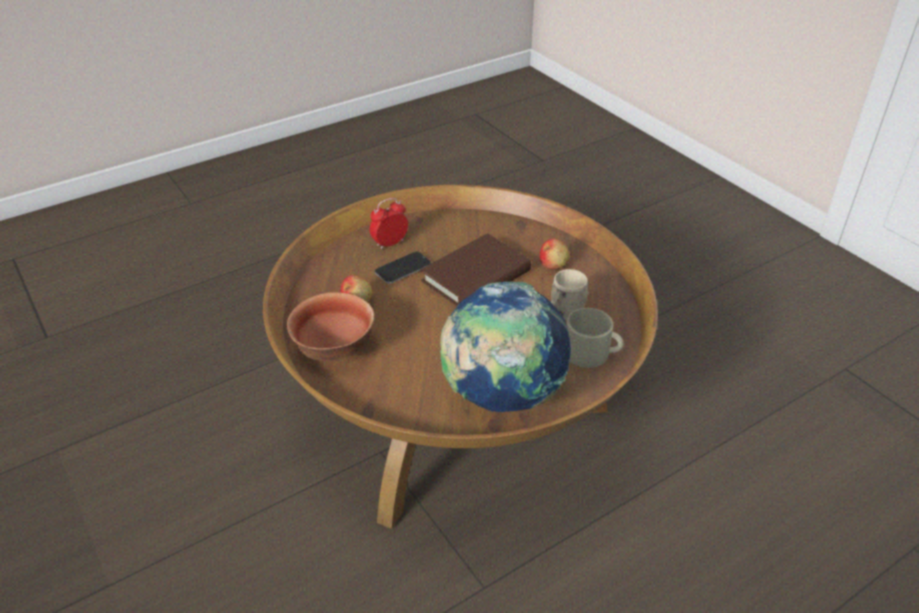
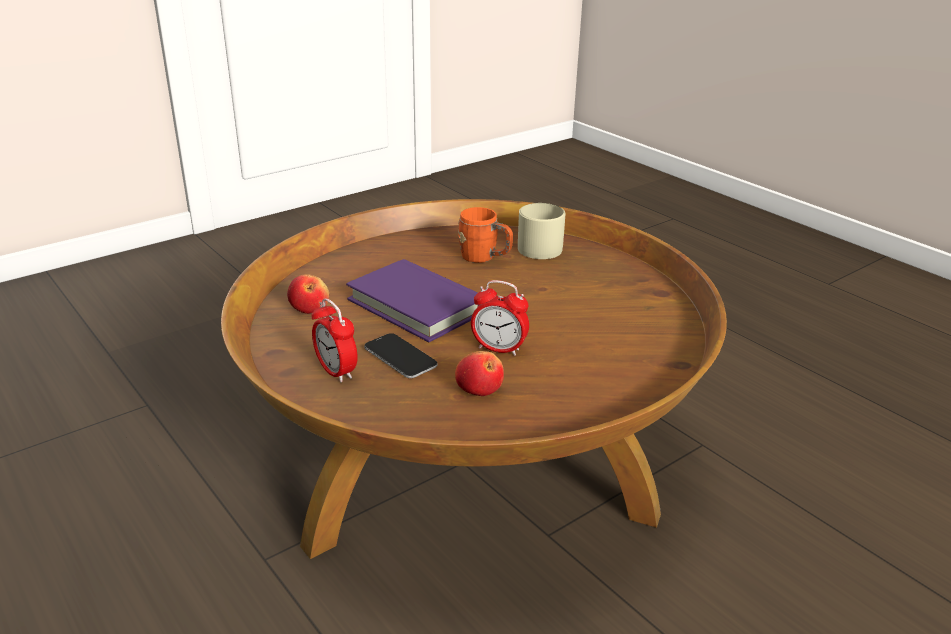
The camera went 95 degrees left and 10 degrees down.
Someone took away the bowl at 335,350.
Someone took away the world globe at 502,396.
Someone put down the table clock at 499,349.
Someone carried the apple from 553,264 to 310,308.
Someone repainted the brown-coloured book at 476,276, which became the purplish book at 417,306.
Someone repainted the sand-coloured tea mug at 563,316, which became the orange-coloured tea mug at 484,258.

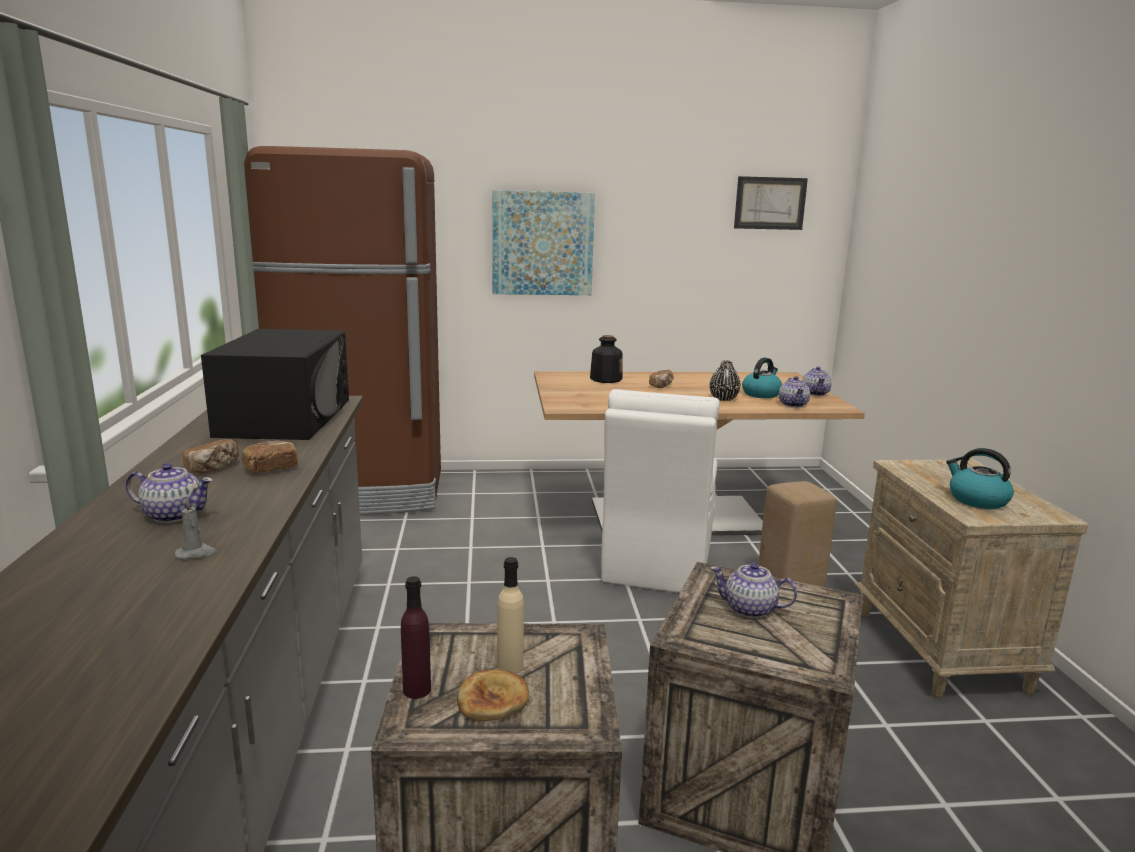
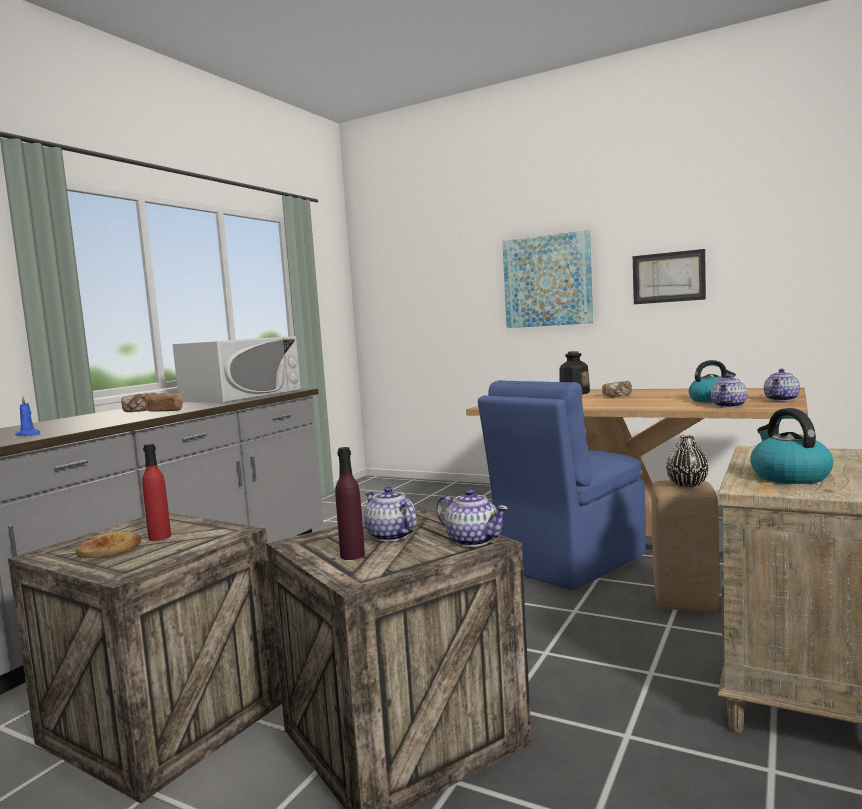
The camera went 35 degrees right and 10 degrees down.
Someone took away the brown-coloured refrigerator at 364,491.
Someone carried the tea pot from 173,515 to 472,540.
Someone carried the purplish drink bottle from 417,690 to 352,555.
Someone carried the blackish flower vase from 723,399 to 687,484.
Someone carried the wall art from 770,203 to 668,277.
Someone repainted the gray wax light at 196,553, which became the blue-coloured wax light at 29,434.
Someone repainted the blackish kitchen microwave at 285,417, which became the white-coloured kitchen microwave at 242,395.
Someone repainted the sand-coloured drink bottle at 510,665, which became the red-coloured drink bottle at 160,537.
Someone repainted the white-coloured chair at 656,563, which became the blue-coloured chair at 568,562.

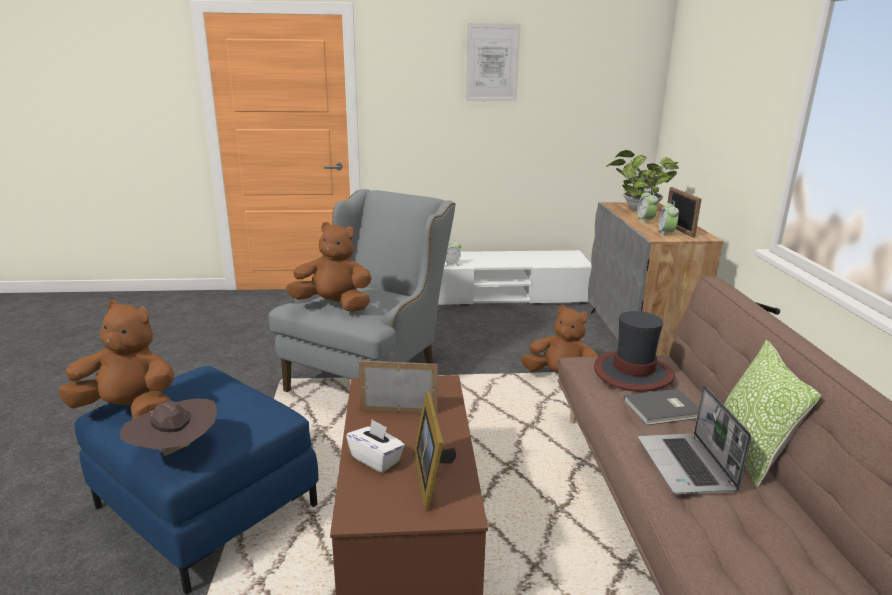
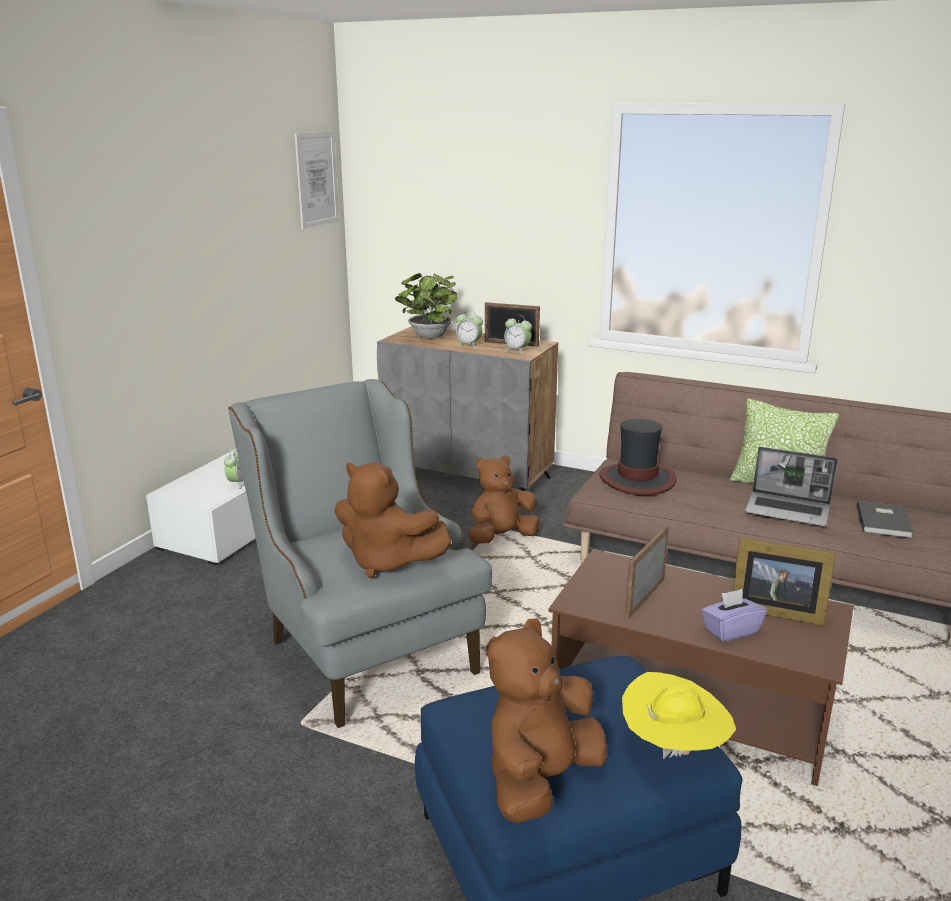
The camera went 60 degrees left and 0 degrees up.
Someone carried the wall art from 492,63 to 317,179.
Someone carried the gray book from 664,409 to 885,521.
Someone repainted the brown-coloured hat at 175,452, which became the yellow-coloured hat at 673,749.
Someone repainted the white-coloured tissue holder at 376,459, which became the purplish tissue holder at 730,630.
Someone rotated the brown-coloured soft toy at 334,305 by 105 degrees counterclockwise.

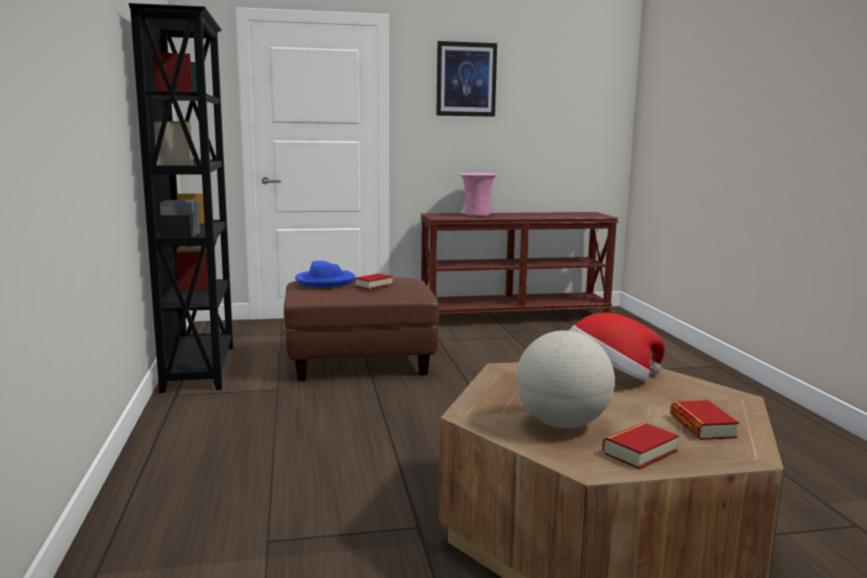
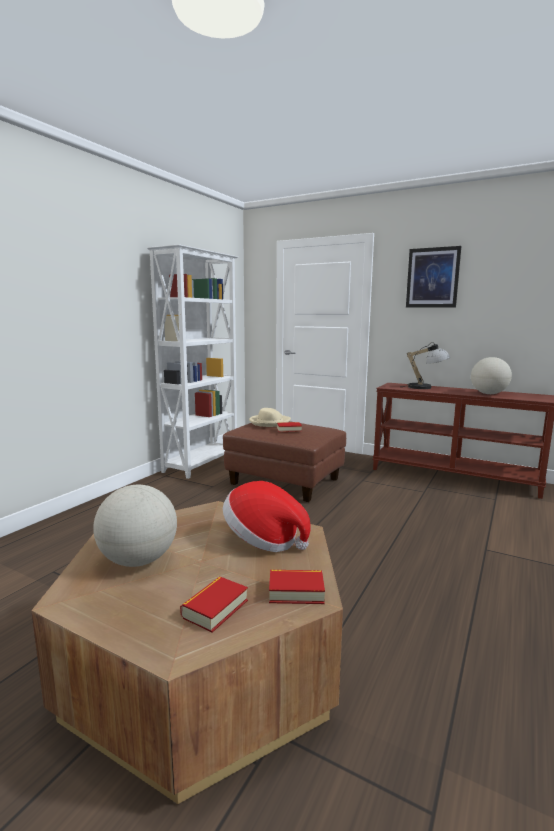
The camera went 40 degrees right and 0 degrees up.
Someone put down the world globe at 488,394.
Someone carried the book from 639,452 to 296,592.
Someone swapped the pink flower vase at 476,215 for the table lamp at 426,387.
Someone repainted the blackish bookcase at 201,368, which became the white-coloured bookcase at 202,463.
Someone repainted the blue-coloured hat at 325,281, which became the sand-coloured hat at 269,422.

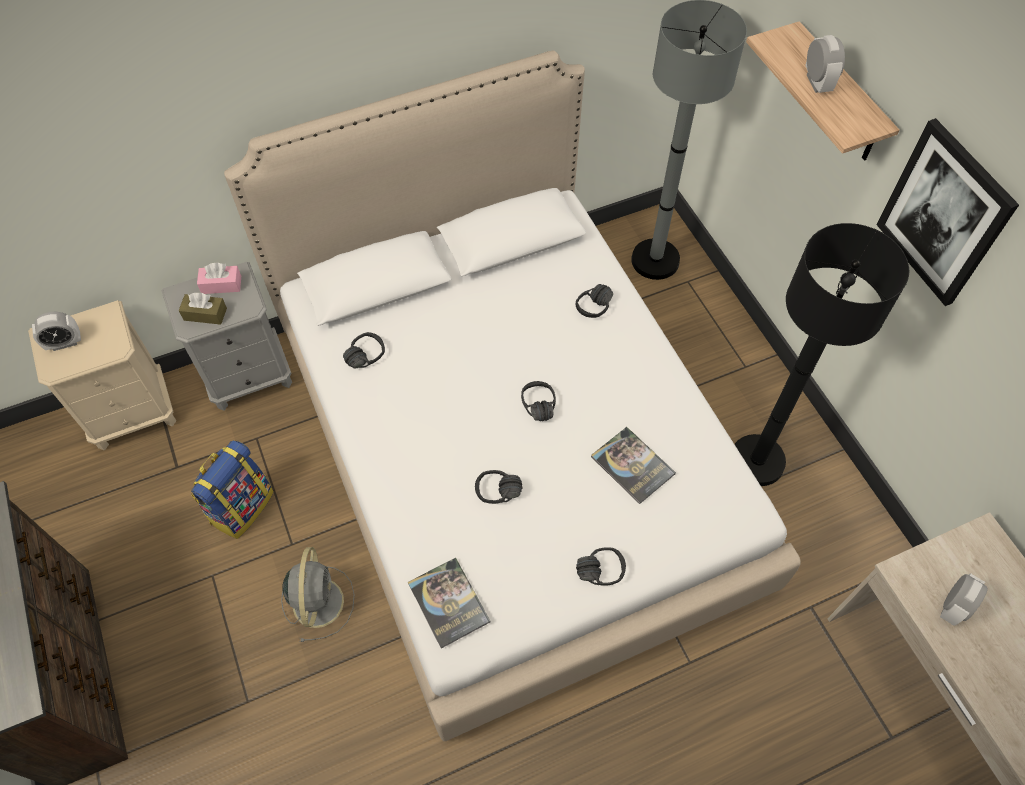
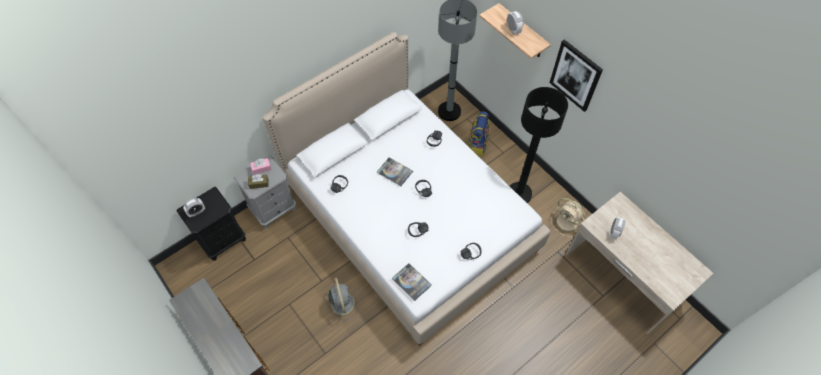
The camera went 15 degrees left and 0 degrees up.
Someone put down the sand-coloured fan at 568,222.
Someone carried the rucksack from 241,506 to 477,144.
Someone carried the book from 632,465 to 394,172.
Someone repainted the sand-coloured night table at 132,413, which became the blackish night table at 223,240.

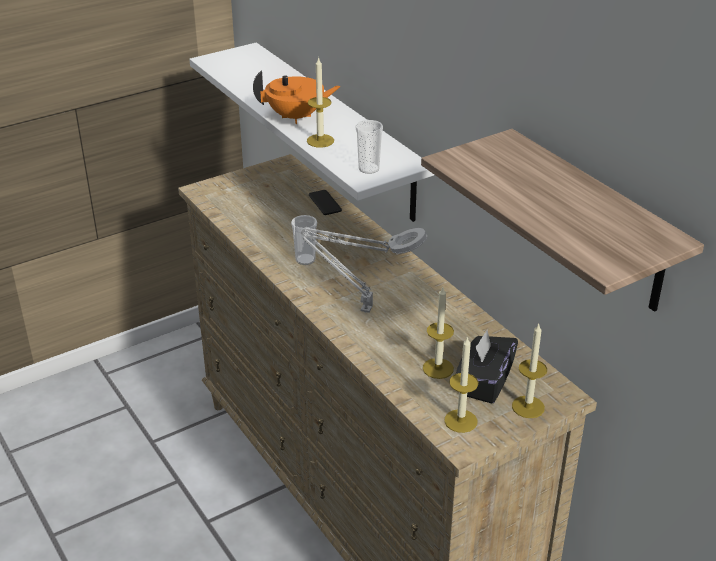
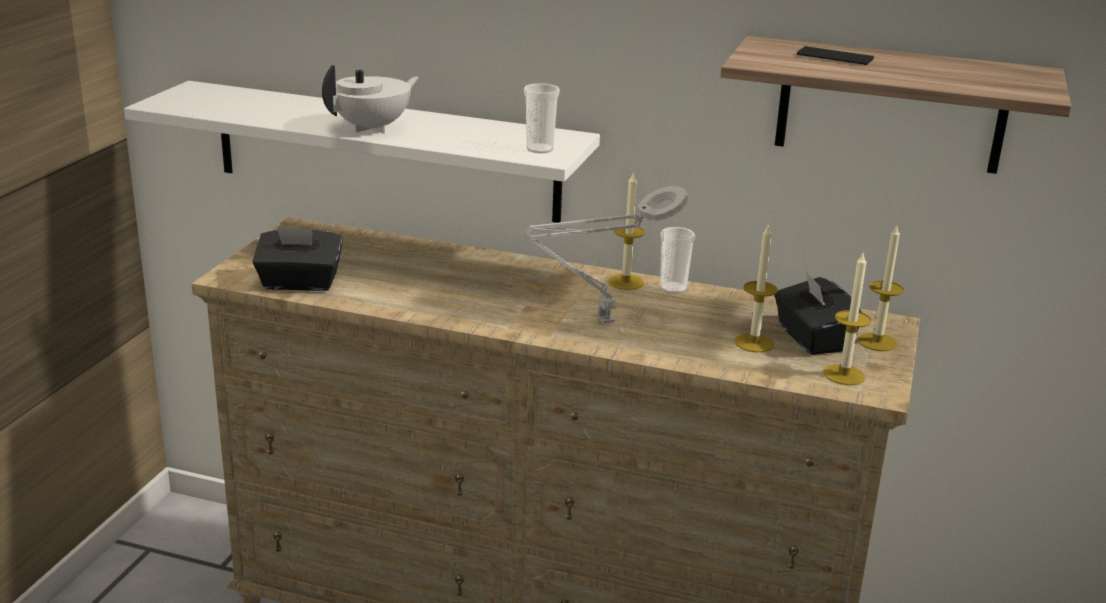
The camera went 40 degrees left and 10 degrees down.
Someone put down the blackish tissue holder at 299,283.
Someone carried the cup from 305,260 to 673,288.
Someone carried the wax light from 320,141 to 626,282.
Someone carried the phone from 325,203 to 834,57.
Someone repainted the orange-coloured tea pot at 296,117, which became the white-coloured tea pot at 373,128.

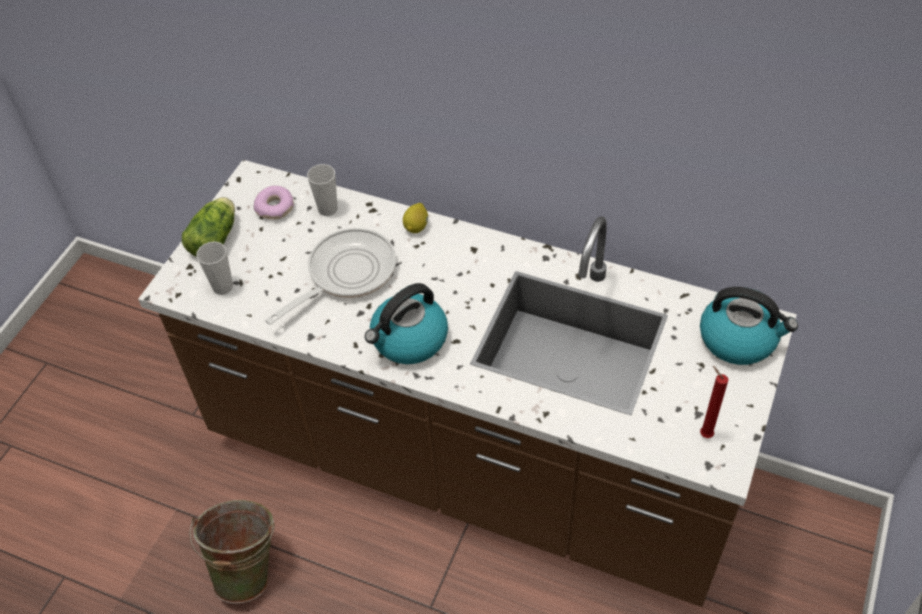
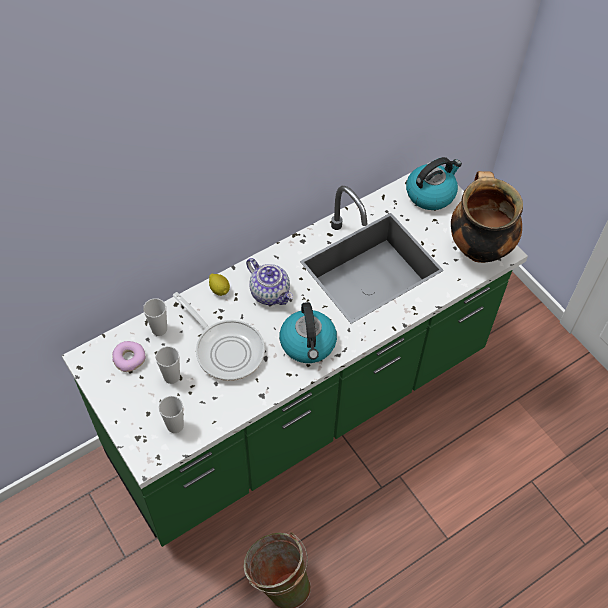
The camera went 60 degrees left and 5 degrees up.
Someone took away the lettuce at 216,237.
Someone put down the cup at 172,377.
Someone put down the tea pot at 270,293.
Someone swapped the red-coloured wax light at 704,434 for the cooking pot at 478,247.
Someone repainted the brown-coloured counter at 469,463, which became the green-coloured counter at 301,407.
Someone rotated the pan at 346,274 by 150 degrees clockwise.

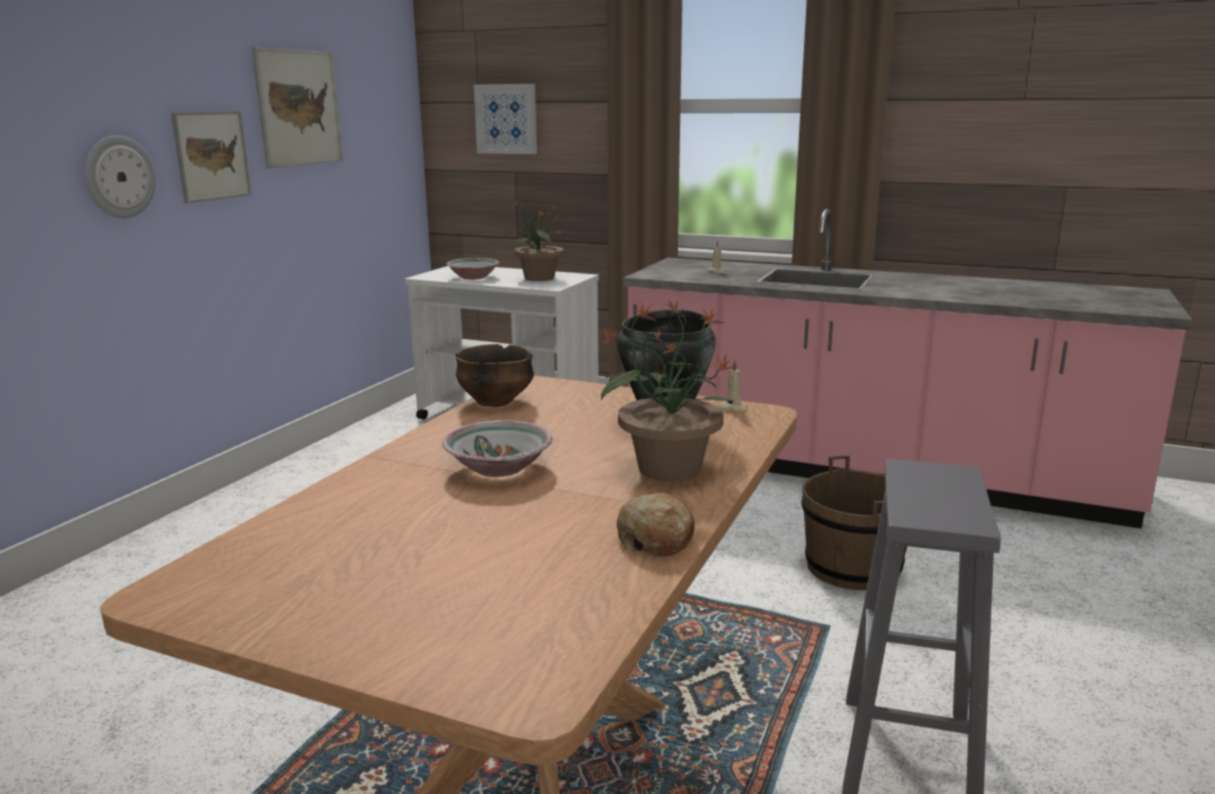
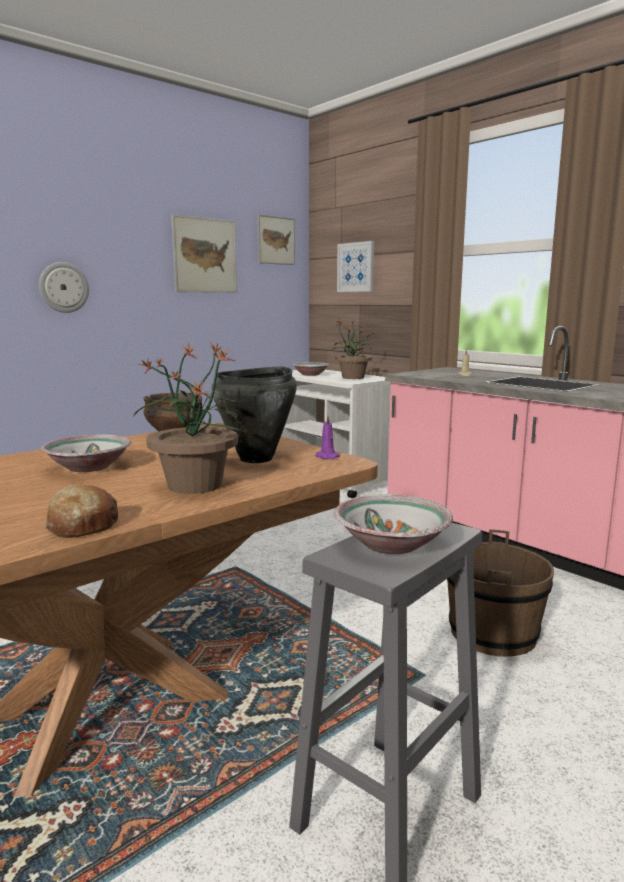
The camera went 25 degrees right and 5 degrees down.
Someone put down the bowl at 392,544.
Someone carried the wall art from 211,155 to 276,240.
Someone repainted the sand-coloured wax light at 731,408, which became the purplish wax light at 326,457.

